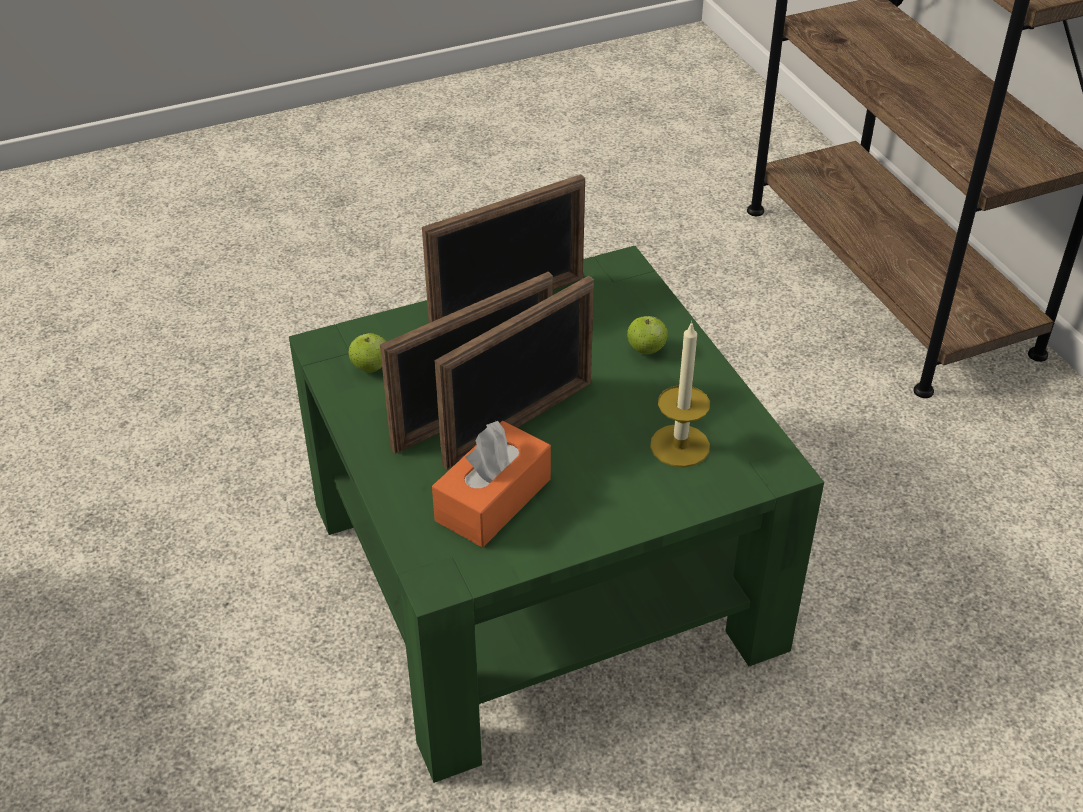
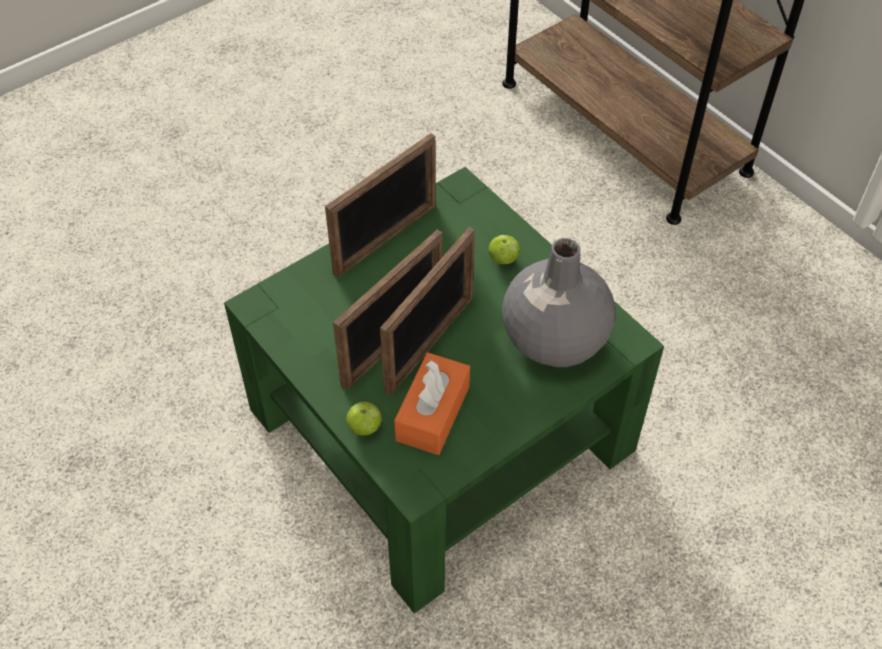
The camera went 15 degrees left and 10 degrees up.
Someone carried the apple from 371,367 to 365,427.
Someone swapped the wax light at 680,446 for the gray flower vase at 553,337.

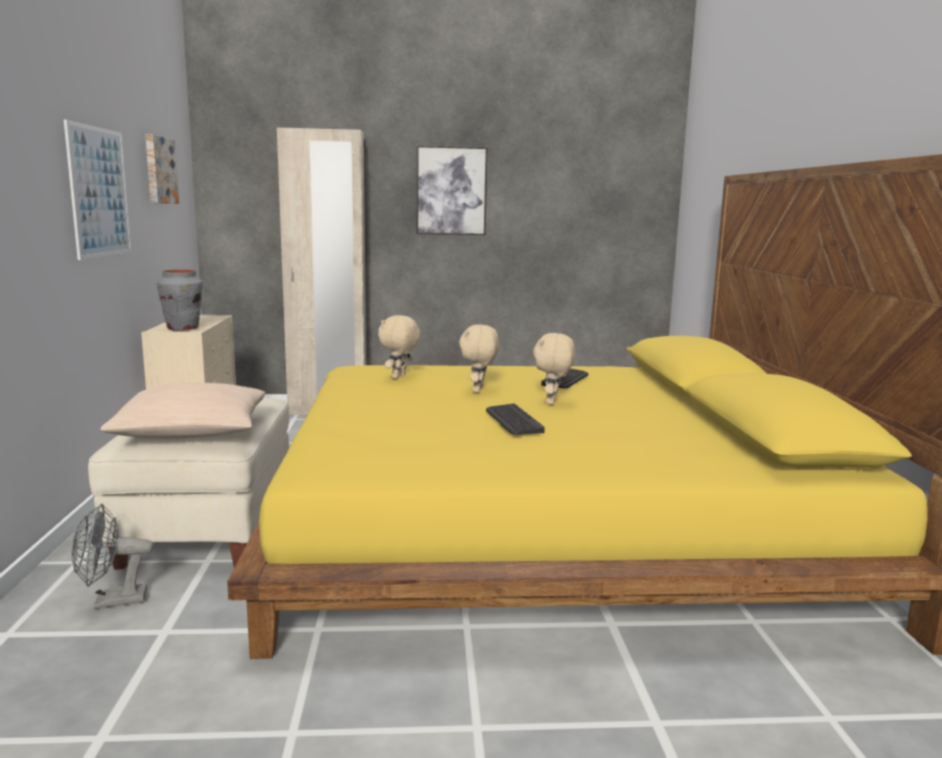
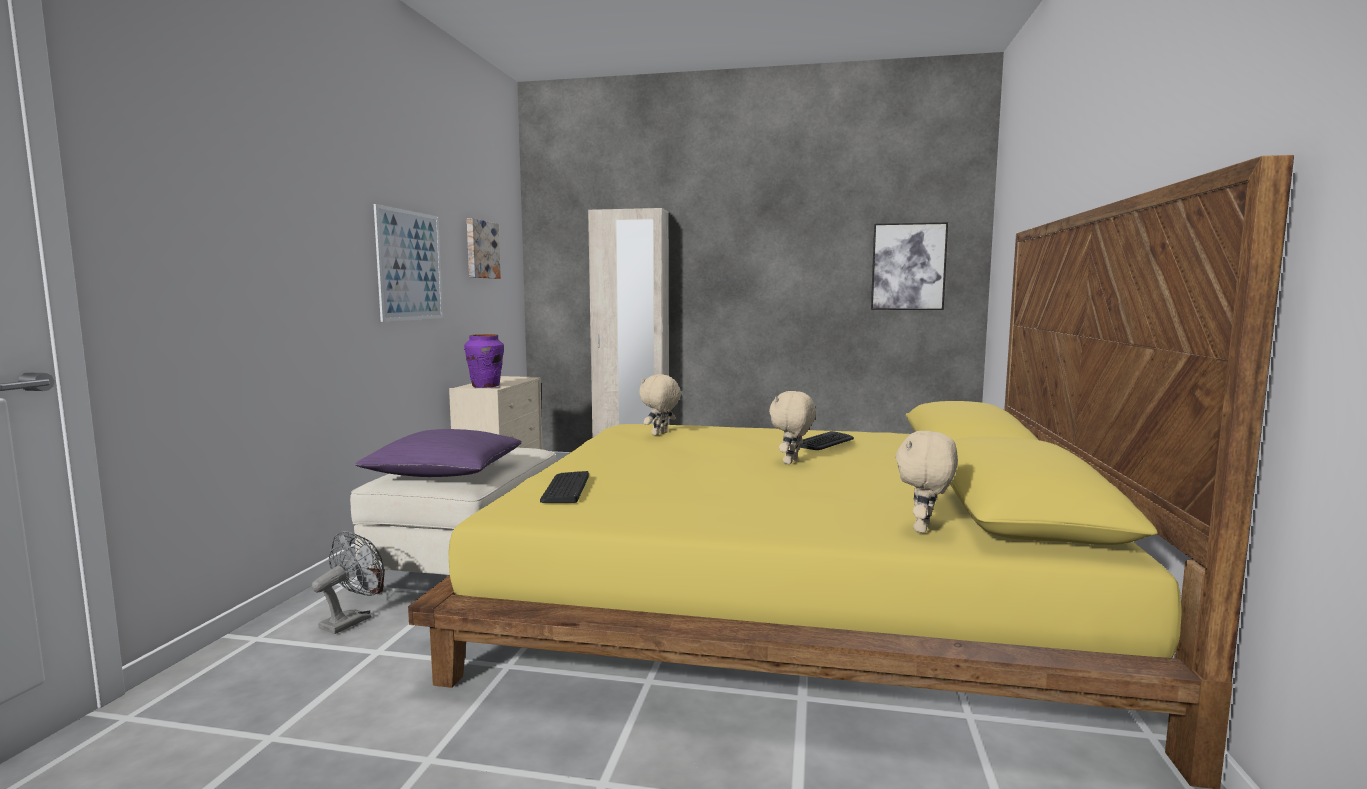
The camera went 15 degrees right and 5 degrees down.
Someone carried the wall art from 451,191 to 908,266.
Someone carried the sand-coloured soft toy from 478,390 to 924,529.
Someone carried the computer keyboard from 513,420 to 565,488.
Someone repainted the sand-coloured cushion at 192,431, which became the purplish cushion at 445,472.
Someone repainted the gray flower vase at 183,328, which became the purplish flower vase at 485,386.
Someone rotated the gray fan at 111,601 by 120 degrees clockwise.

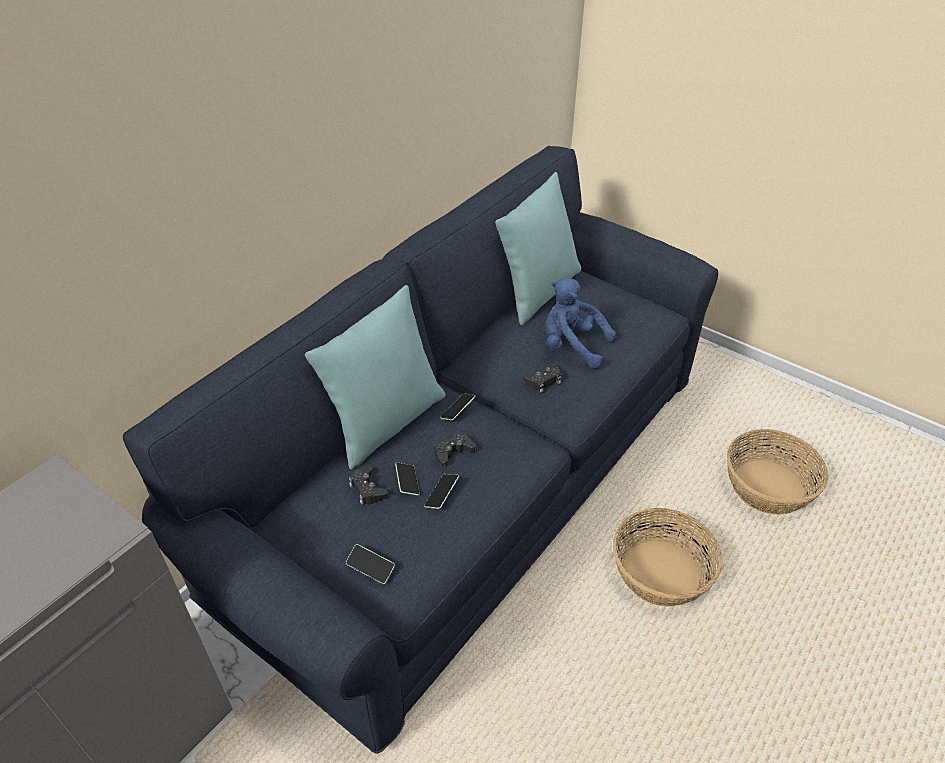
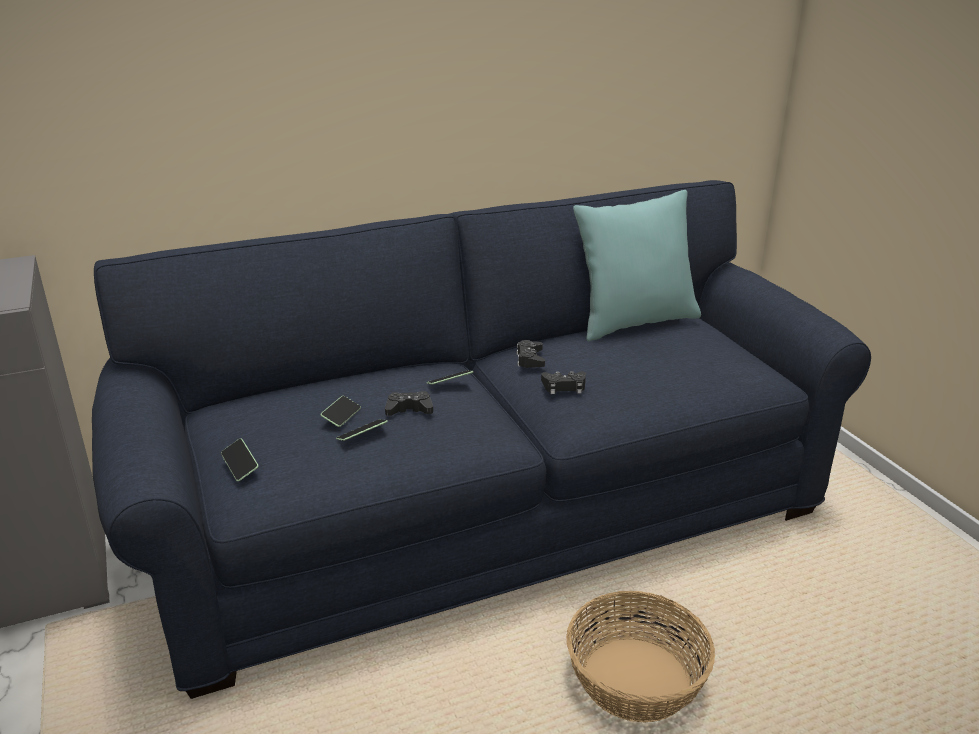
The camera went 30 degrees right and 15 degrees down.
Someone took away the blue-green cushion at 385,423.
Someone took away the blue-coloured soft toy at 572,346.
Someone took away the storage basket at 768,486.
Someone carried the blackish game controller from 367,489 to 530,359.

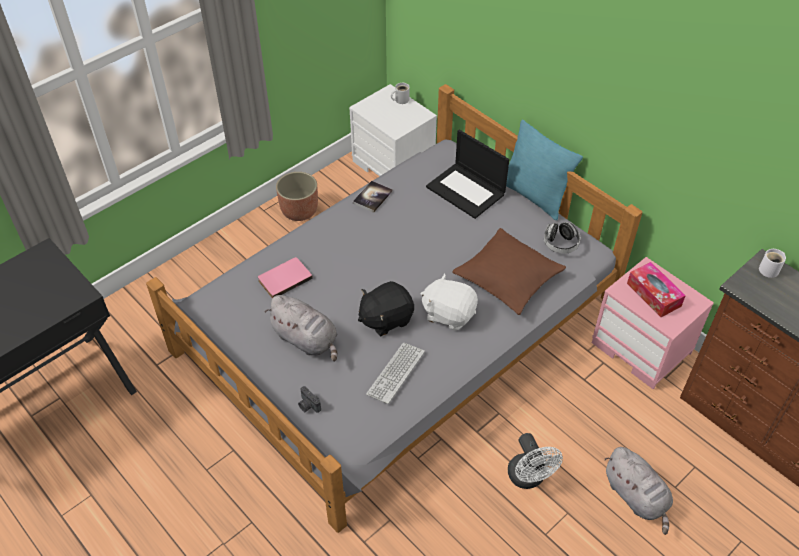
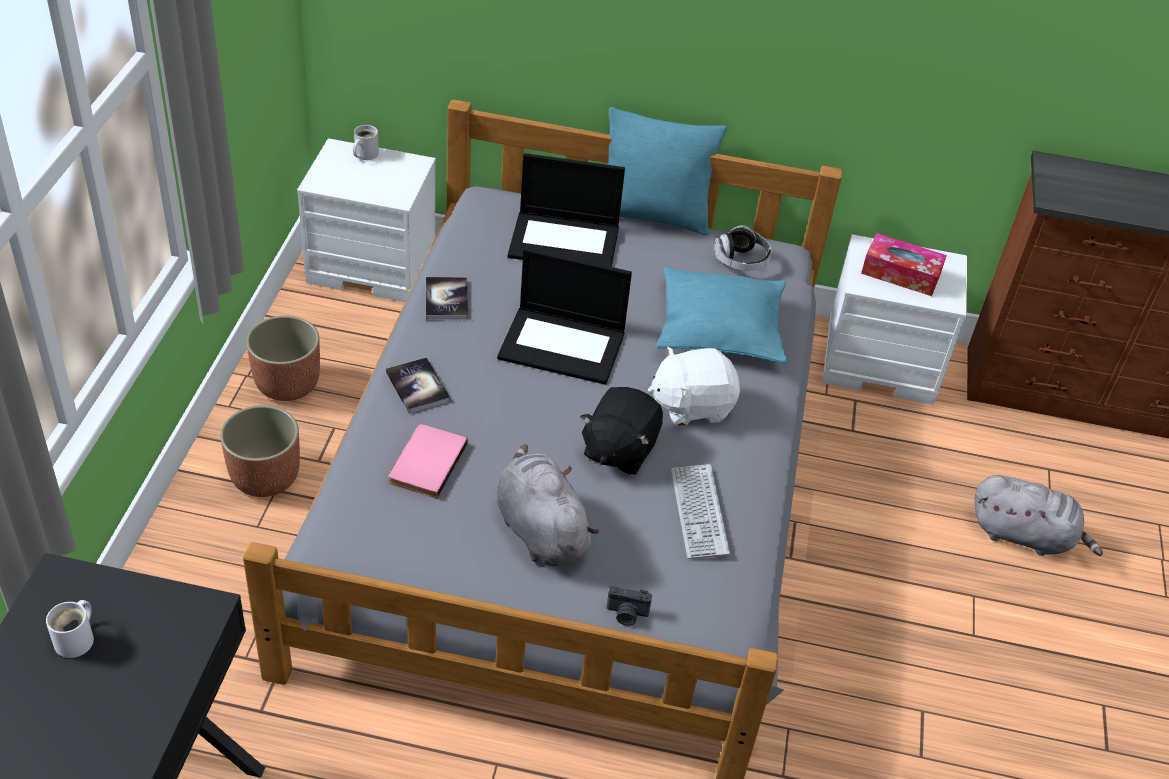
The camera went 40 degrees left and 5 degrees down.
Someone took away the white-coloured fan at 528,478.
Someone put down the plant pot at 265,476.
Someone put down the book at 417,386.
Someone put down the laptop at 563,345.
Someone carried the white-coloured tea mug from 770,270 to 77,639.
Someone repainted the brown-coloured cushion at 508,278, which became the blue-green cushion at 720,328.
Someone repainted the pink night table at 642,348, which became the white-coloured night table at 881,362.
Someone rotated the gray soft toy at 307,340 by 120 degrees counterclockwise.

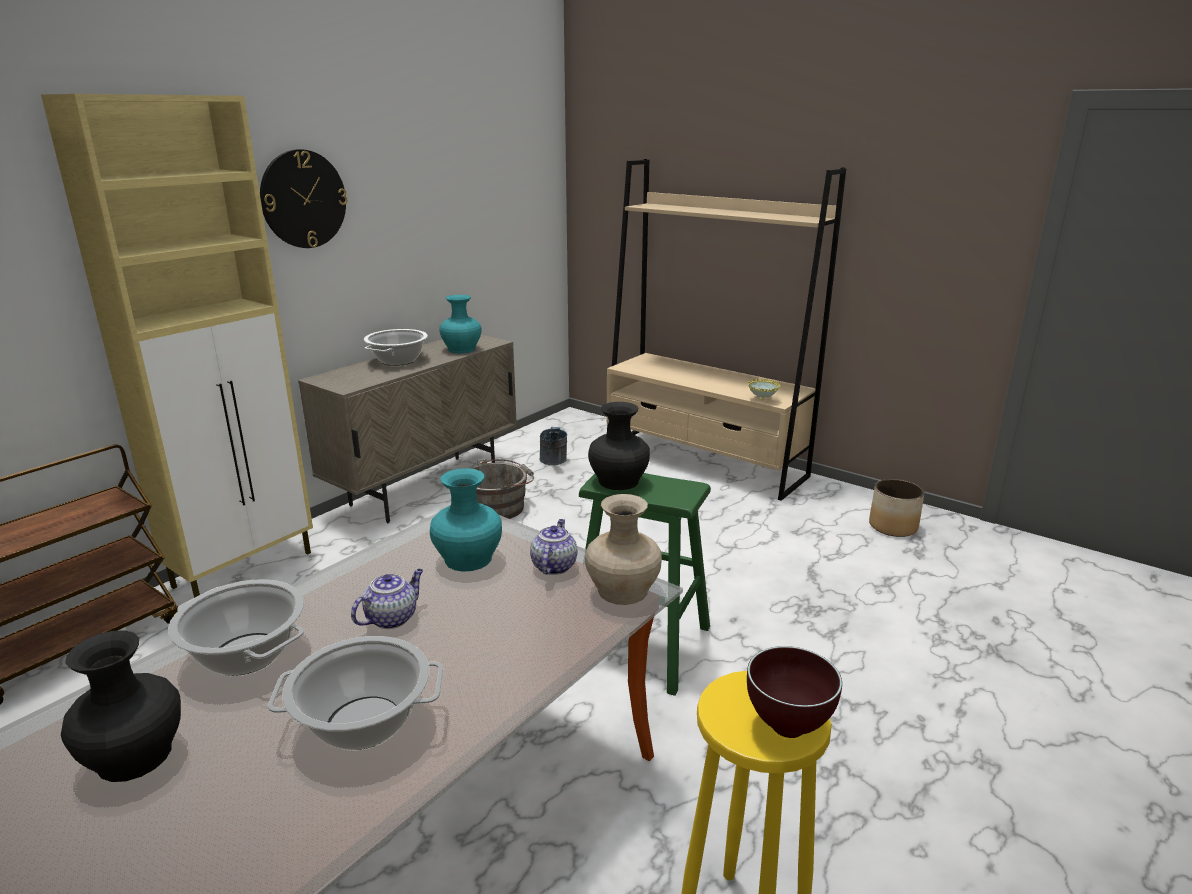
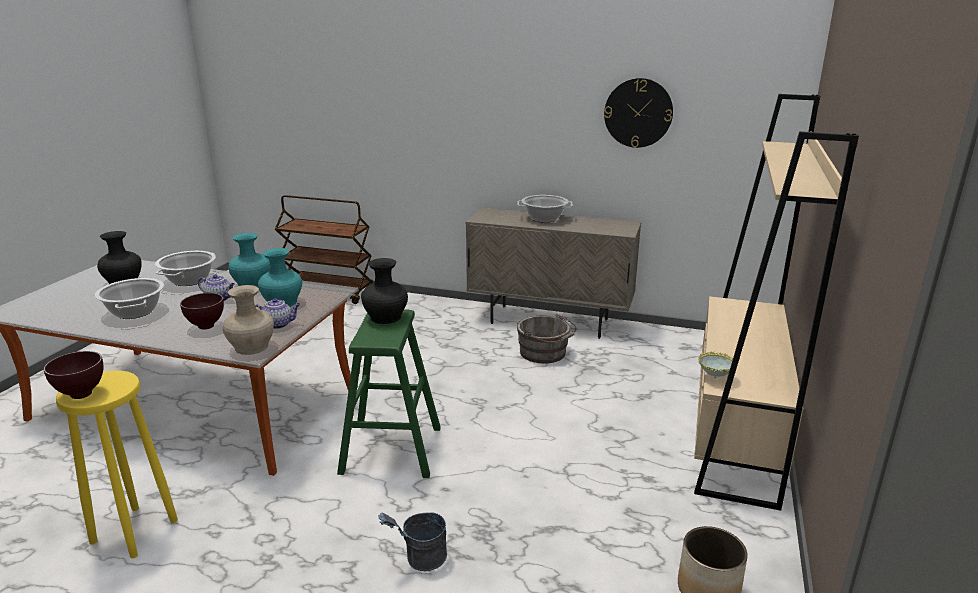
The camera went 70 degrees right and 0 degrees up.
Someone took away the sand-coloured storage cabinet at 245,569.
Someone put down the brown-coloured bowl at 206,326.
Someone carried the hanging clock from 303,199 to 638,113.
Someone carried the blue-green flower vase from 462,349 to 252,284.
Someone carried the gray water bucket from 554,462 to 419,560.

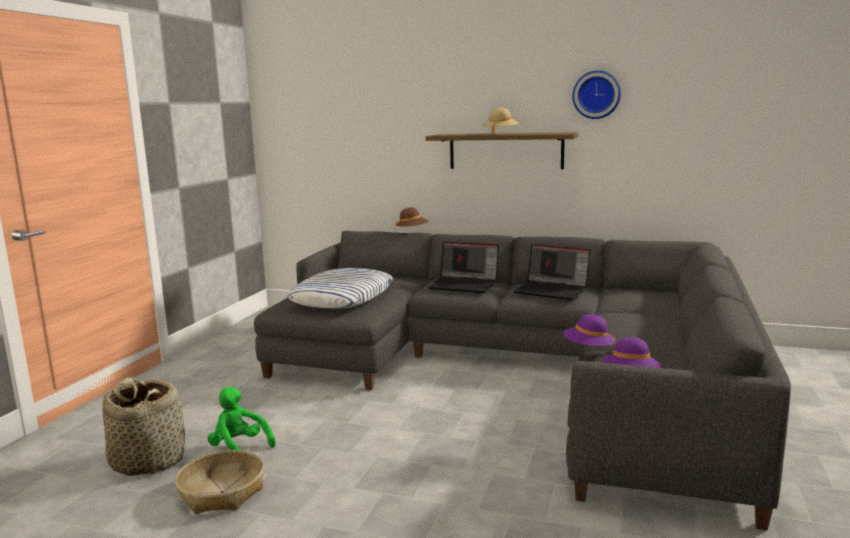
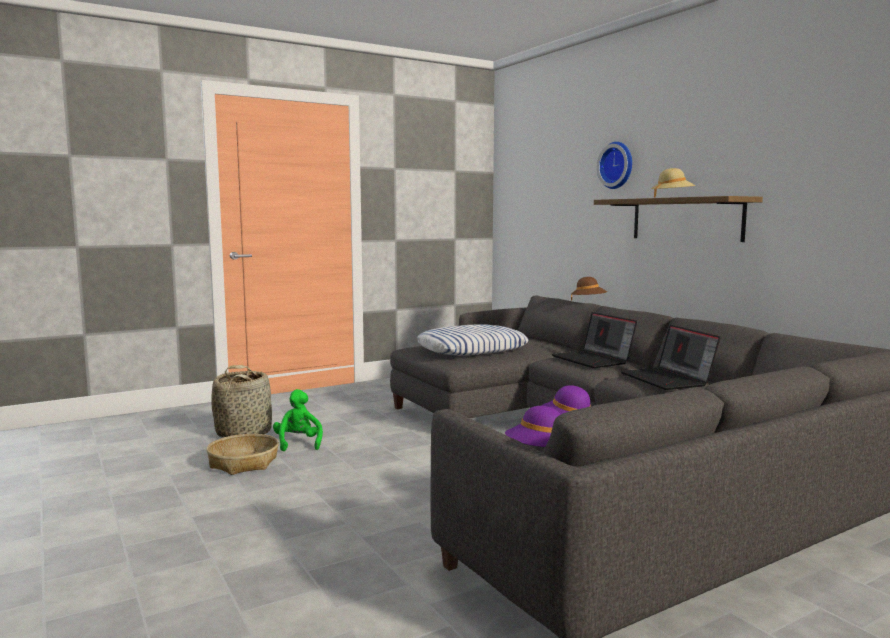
The camera went 40 degrees right and 5 degrees down.
Someone carried the hanging clock from 596,94 to 617,165.

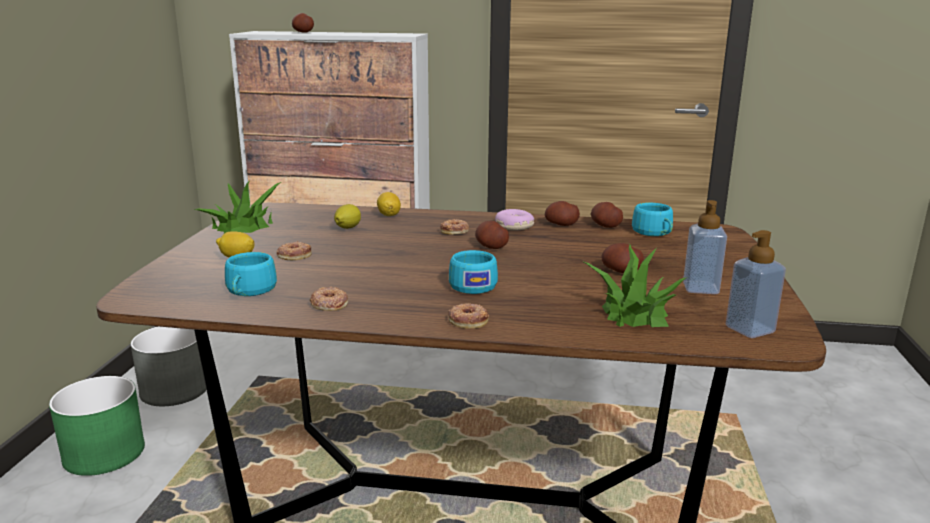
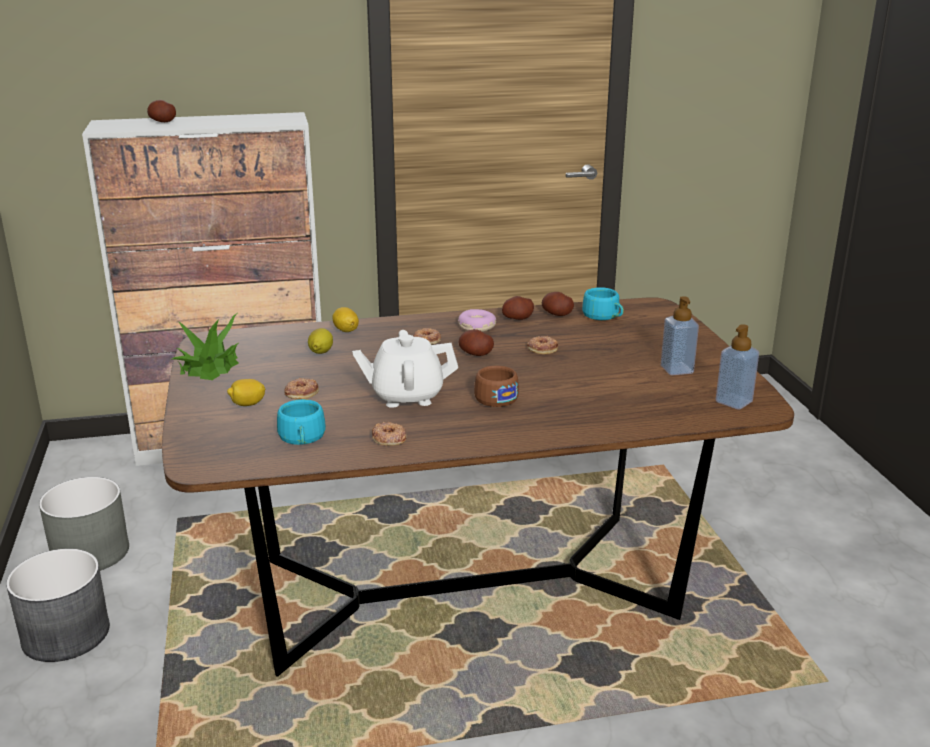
The camera went 20 degrees left and 5 degrees up.
Someone took away the houseplant at 635,312.
Someone took away the whole potato at 621,271.
Someone put down the white-coloured tea pot at 406,396.
Someone carried the donut from 468,320 to 542,348.
Someone repainted the green-coloured plant pot at 104,452, which became the gray plant pot at 66,633.
Someone repainted the blue-green cup at 472,284, which became the brown-coloured cup at 493,397.

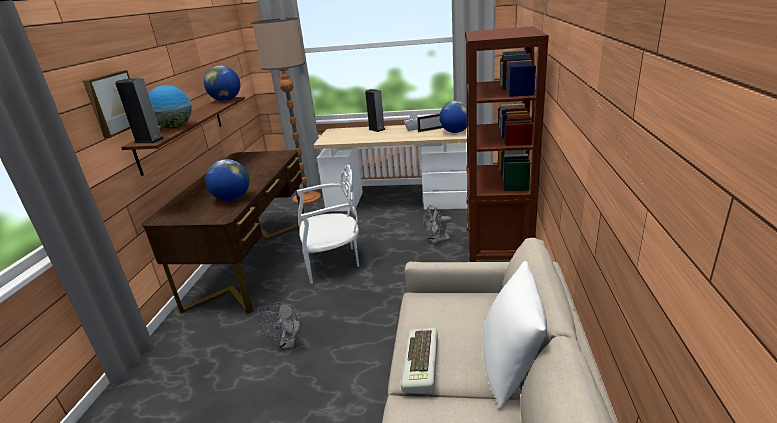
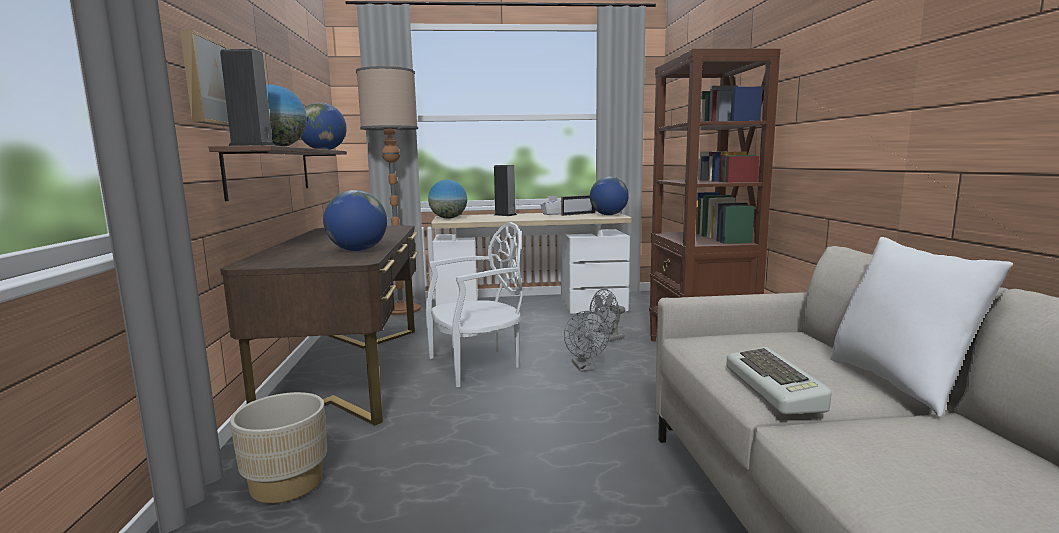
The camera went 15 degrees left and 15 degrees down.
Someone put down the sand-coloured plant pot at 286,483.
Someone put down the world globe at 448,218.
Someone carried the gray fan from 288,344 to 585,368.

